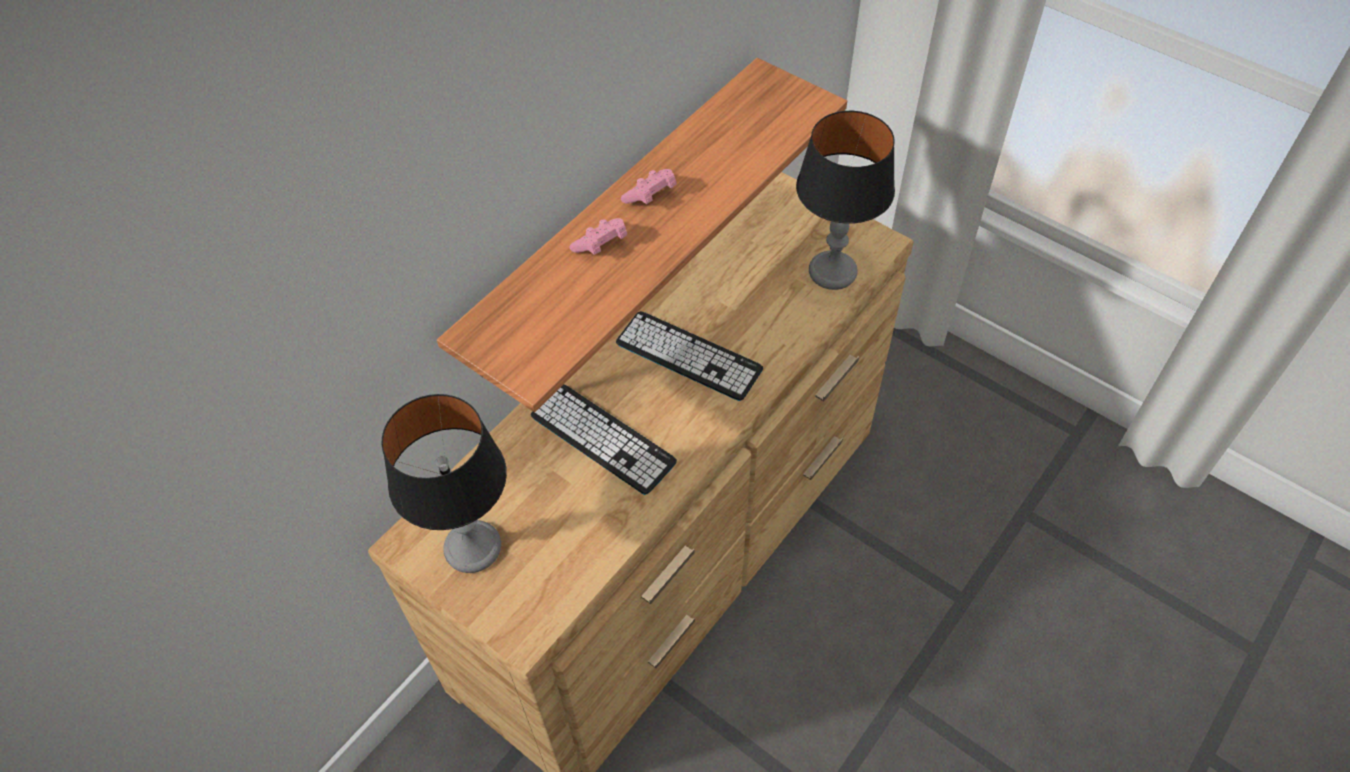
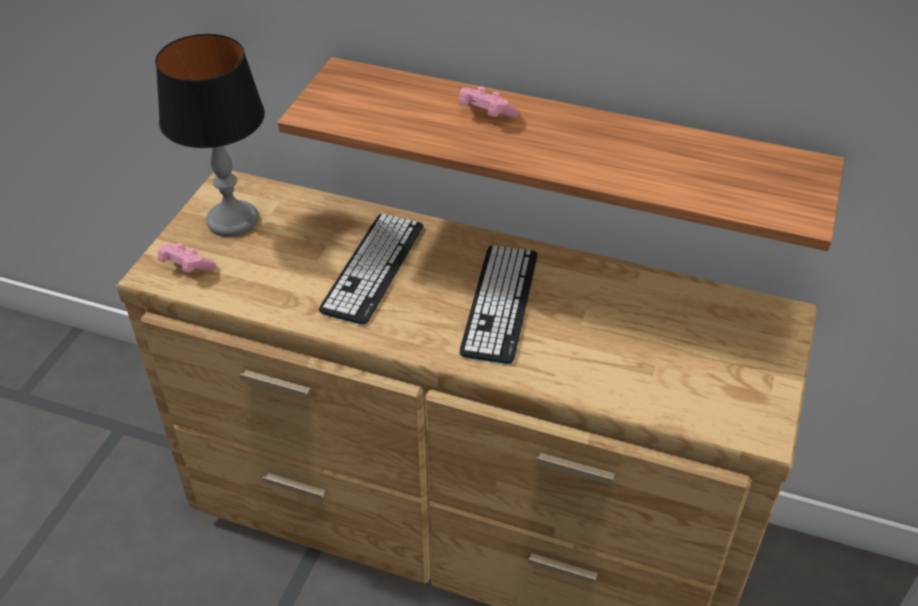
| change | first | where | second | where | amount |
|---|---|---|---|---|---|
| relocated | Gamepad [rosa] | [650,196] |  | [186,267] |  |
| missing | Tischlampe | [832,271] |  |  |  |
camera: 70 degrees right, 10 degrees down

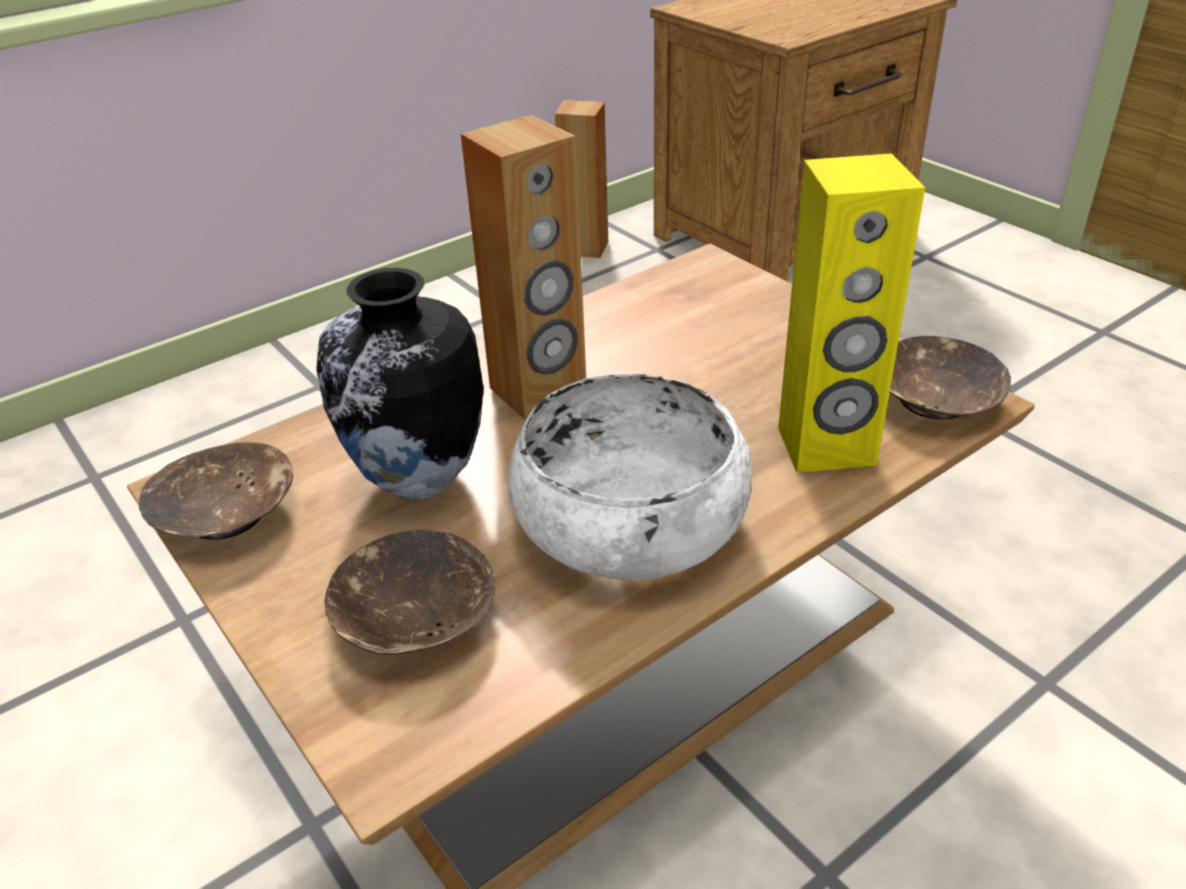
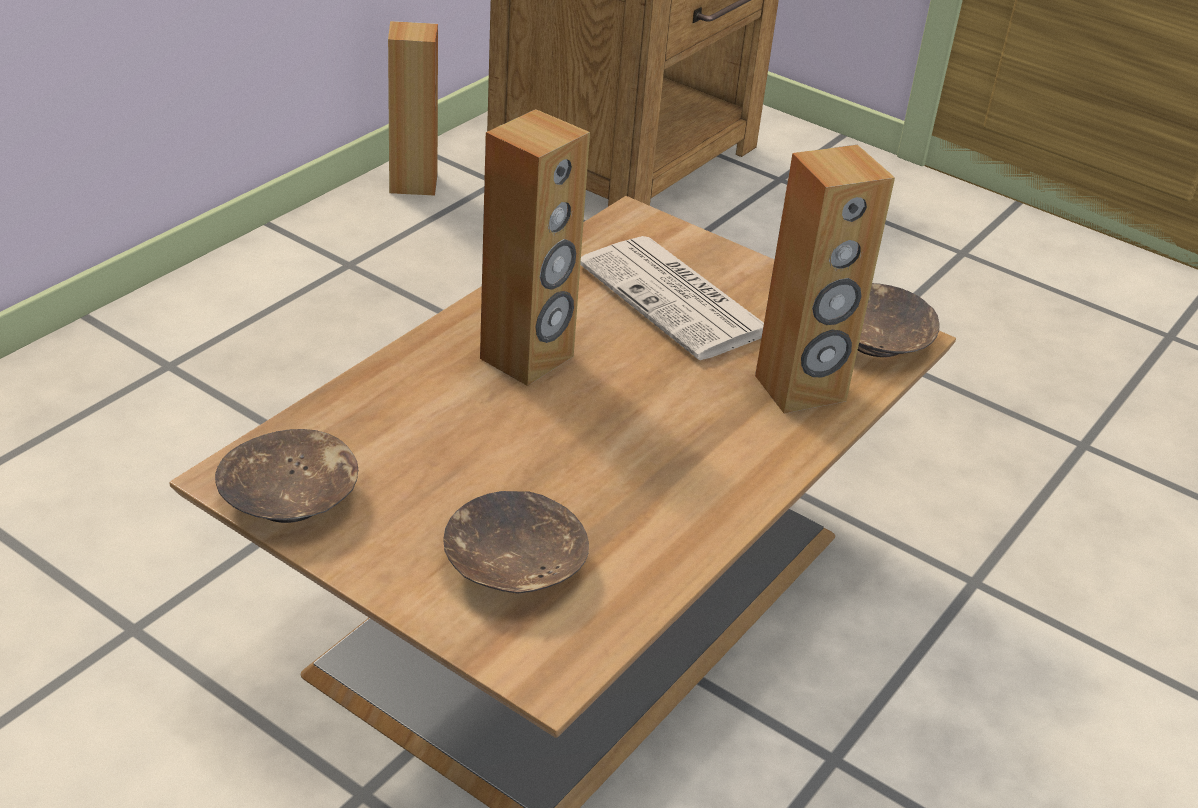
| change | first | where | second | where | amount |
|---|---|---|---|---|---|
| appeared |  |  | Zeitung | [678,300] |  |
| colour | Lautsprecher [gelb] | [826,447] | Lautsprecher [braun] | [801,389] |  |
| missing | Vase | [419,482] |  |  |  |
| missing | Schüssel [weiß] | [629,522] |  |  |  |
camera: 20 degrees left, 0 degrees up

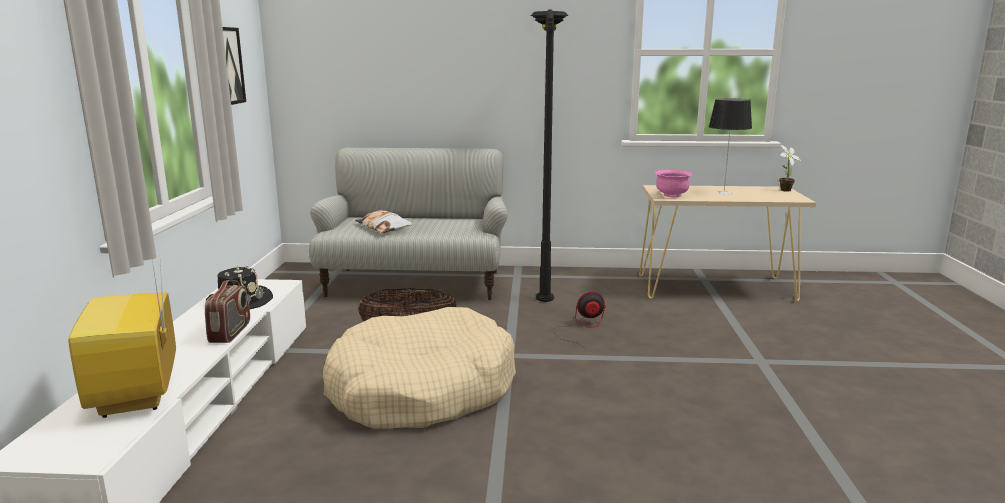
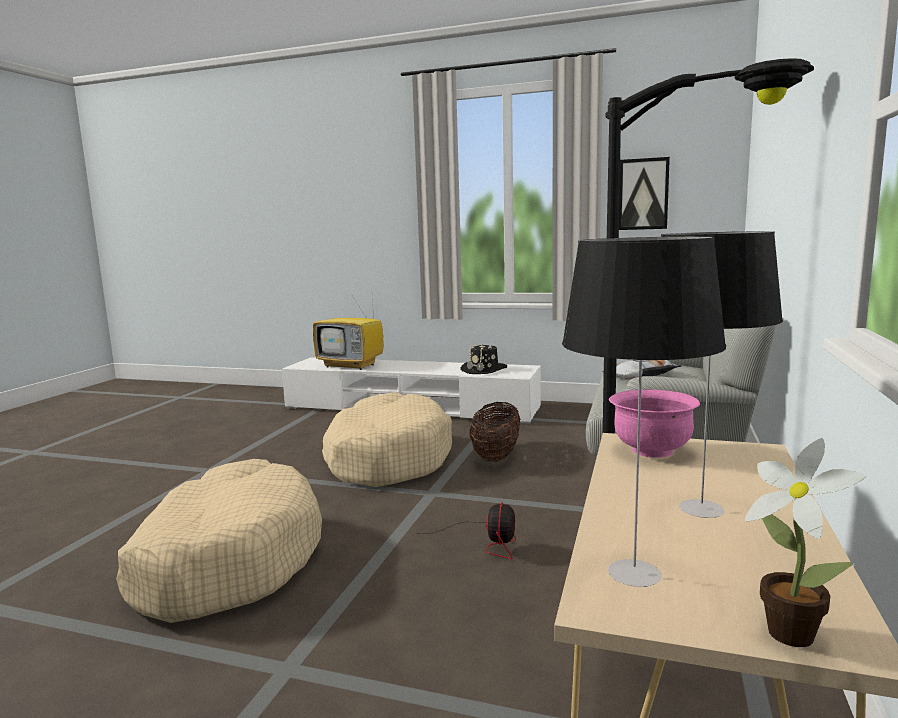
| change | first | where | second | where | amount |
|---|---|---|---|---|---|
| appeared |  |  | Hundebett [beige] | [227,560] |  |
| spun | Fernseher | [138,395] |  | [352,365] | 150 degrees counterclockwise |
| appeared |  |  | Tischlampe | [632,573] |  |
| missing | Radio | [230,332] |  |  |  |
camera: 105 degrees right, 5 degrees down

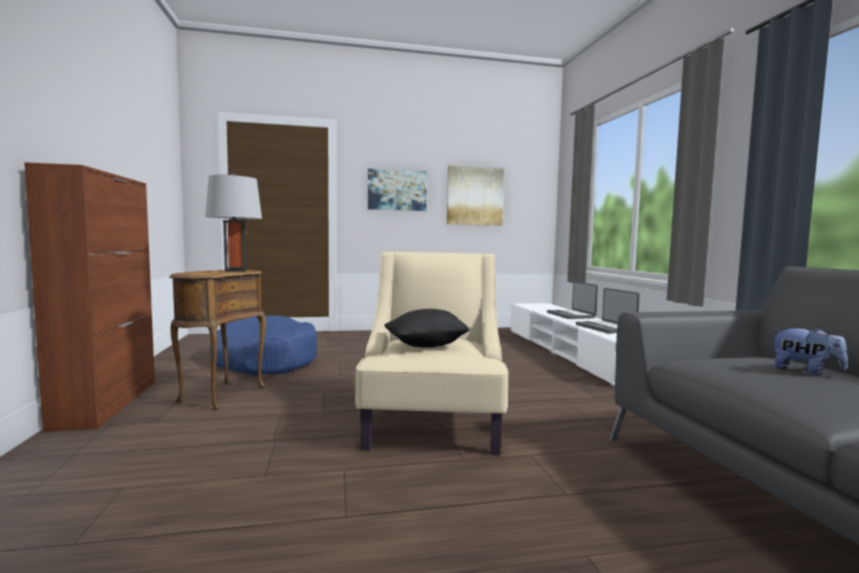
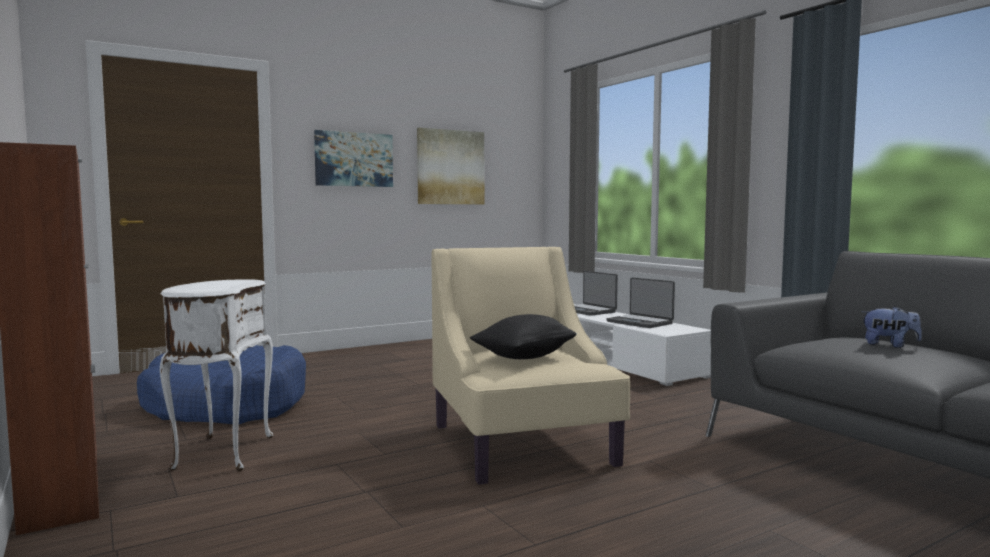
| change | first | where | second | where | amount |
|---|---|---|---|---|---|
| colour | Beistelltisch [braun] | [219,394] | Beistelltisch [weiß] | [220,453] |  |
| missing | Tischlampe [grau] | [235,271] |  |  |  |
camera: 20 degrees left, 0 degrees up

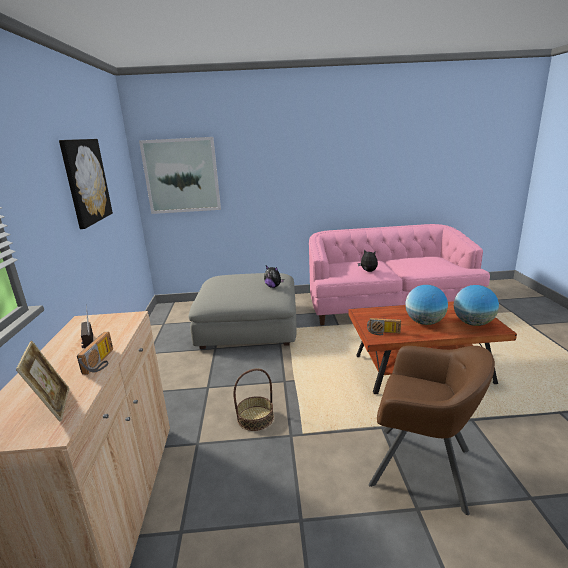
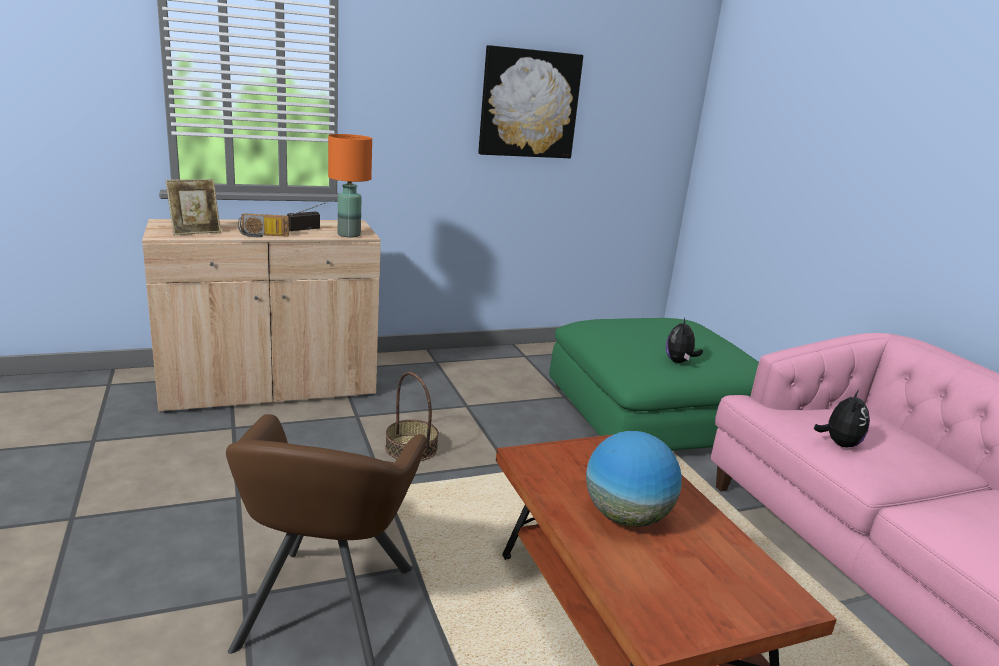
| change | first | where | second | where | amount |
|---|---|---|---|---|---|
| appeared |  |  | Tischlampe [orange] | [349,235] |  |
| colour | Polsterhocker [grau] | [248,325] | Polsterhocker [grün] | [653,414] |  |
| missing | Bild | [181,176] |  |  |  |
| missing | Radio | [383,333] |  |  |  |
| missing | Globus | [473,323] |  |  |  |
camera: 70 degrees right, 0 degrees up

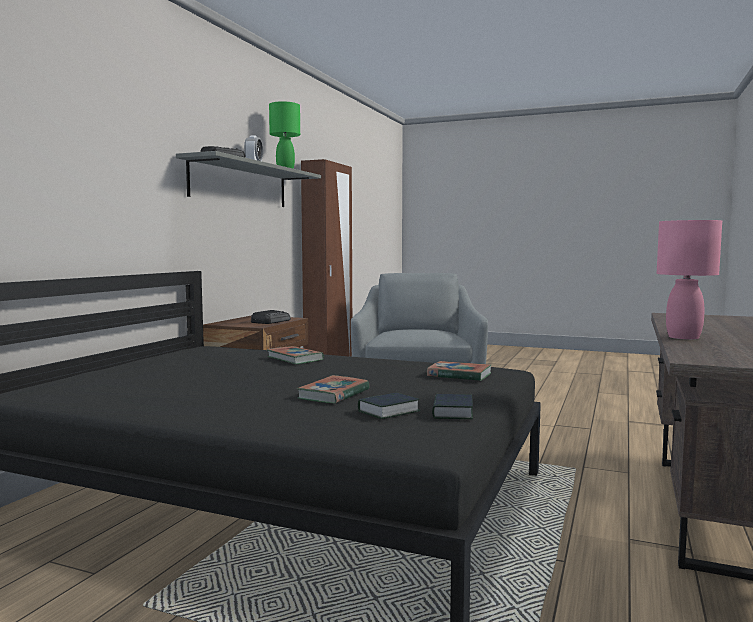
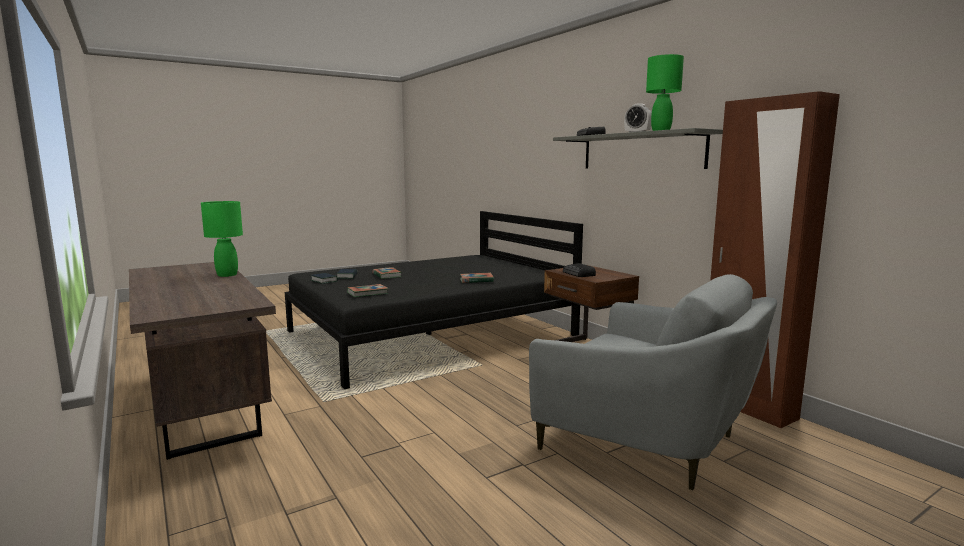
| change | first | where | second | where | amount |
|---|---|---|---|---|---|
| colour | Tischlampe [rosa] | [683,337] | Tischlampe [grün] | [227,275] |  |
camera: 125 degrees right, 5 degrees up

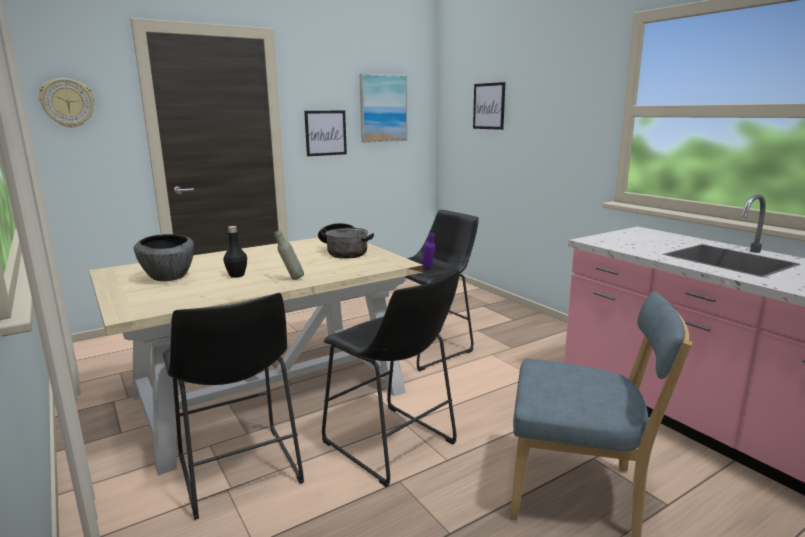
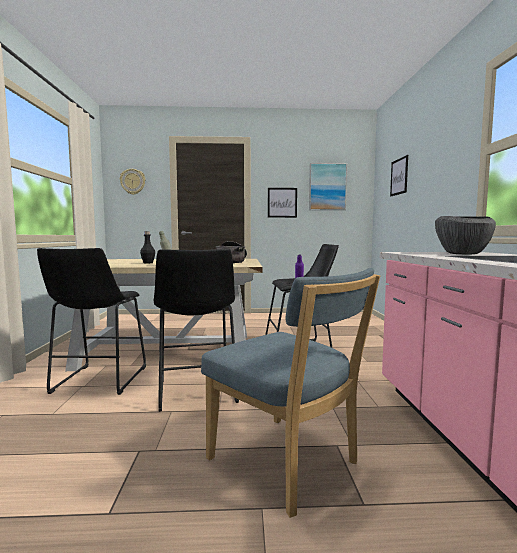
| change | first | where | second | where | amount |
|---|---|---|---|---|---|
| relocated | Schüssel | [168,278] |  | [462,254] |  |
camera: 30 degrees right, 10 degrees down

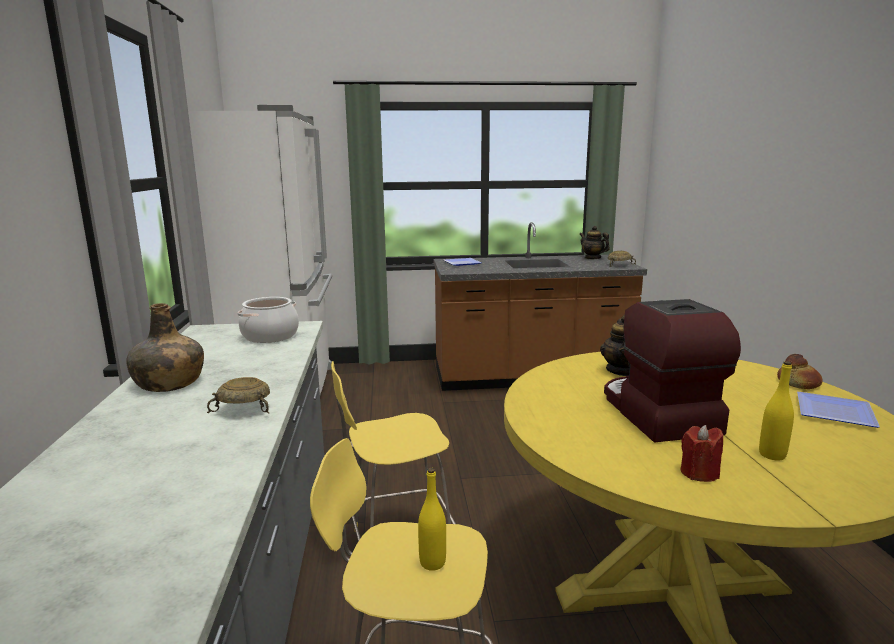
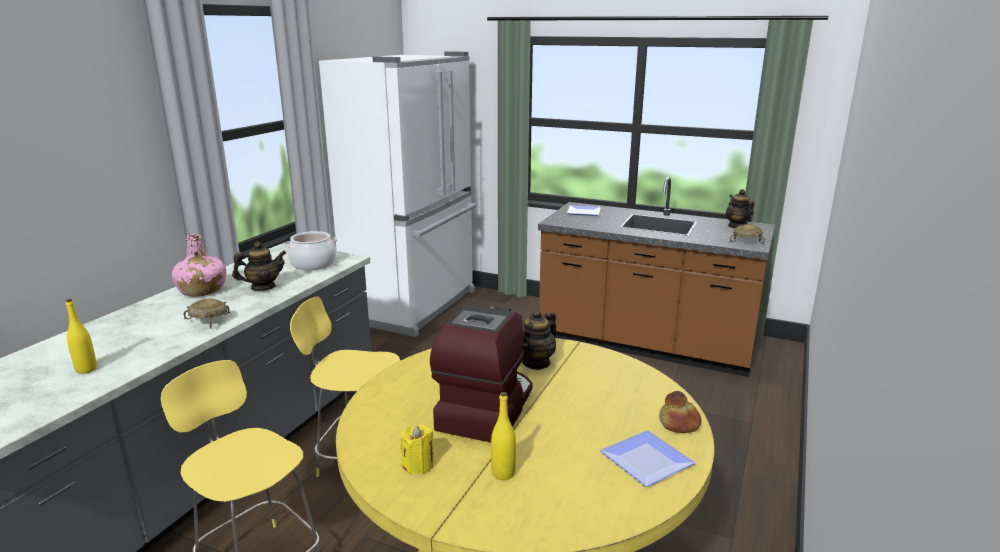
| change | first | where | second | where | amount |
|---|---|---|---|---|---|
| relocated | Flasche [gelb] | [432,562] |  | [86,369] |  |
| colour | Flasche [grün] | [169,383] | Flasche [rosa] | [201,290] |  |
| appeared |  |  | Teekanne | [263,287] |  |
| colour | Kerze [rot] | [699,473] | Kerze [gelb] | [418,465] |  |
camera: 30 degrees right, 5 degrees up

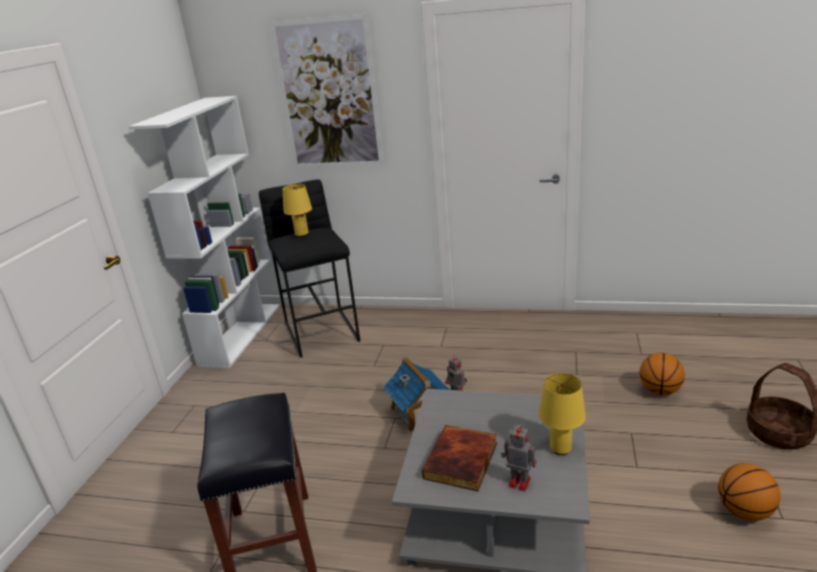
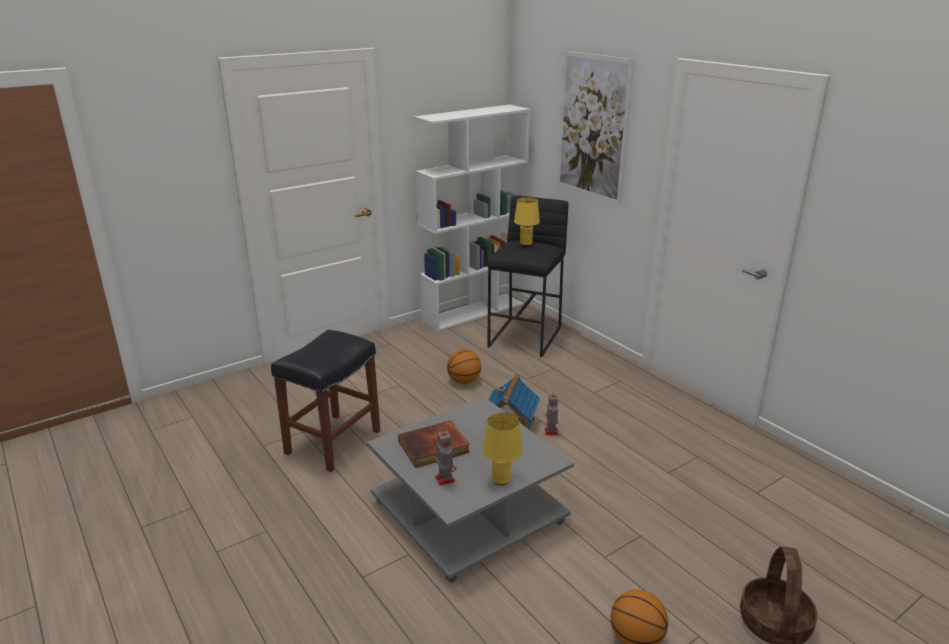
| change | first | where | second | where | amount |
|---|---|---|---|---|---|
| relocated | Basketball | [660,391] |  | [464,381] |  |
camera: 40 degrees right, 0 degrees up

